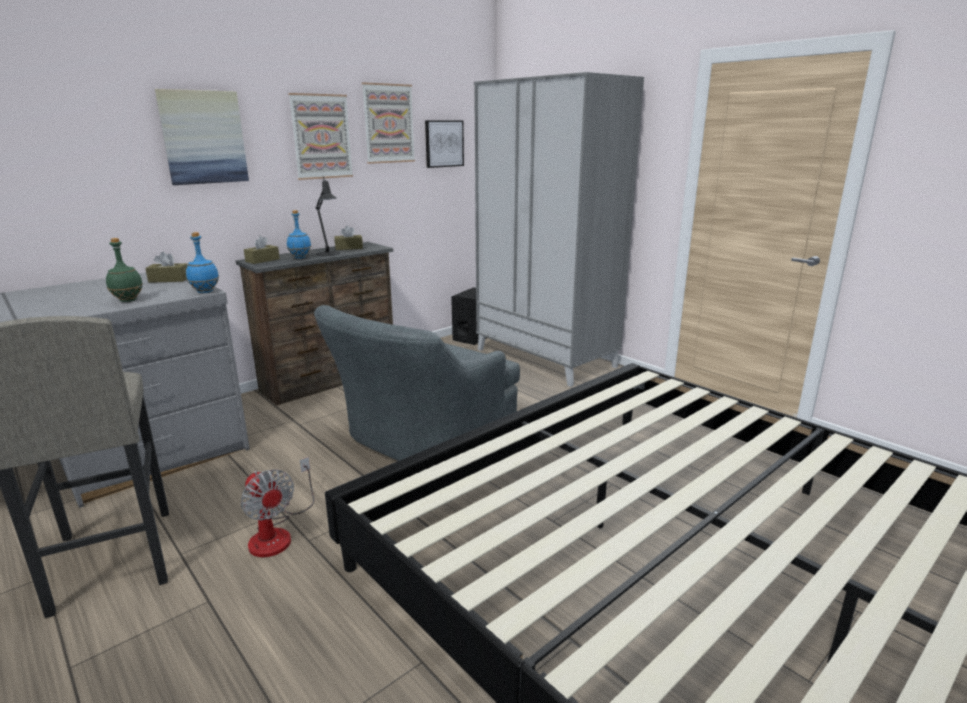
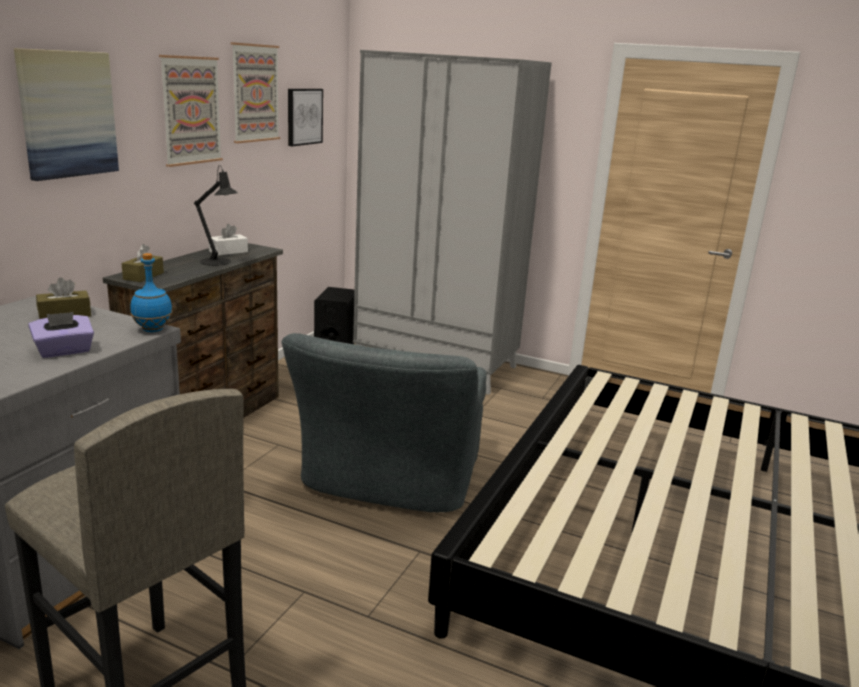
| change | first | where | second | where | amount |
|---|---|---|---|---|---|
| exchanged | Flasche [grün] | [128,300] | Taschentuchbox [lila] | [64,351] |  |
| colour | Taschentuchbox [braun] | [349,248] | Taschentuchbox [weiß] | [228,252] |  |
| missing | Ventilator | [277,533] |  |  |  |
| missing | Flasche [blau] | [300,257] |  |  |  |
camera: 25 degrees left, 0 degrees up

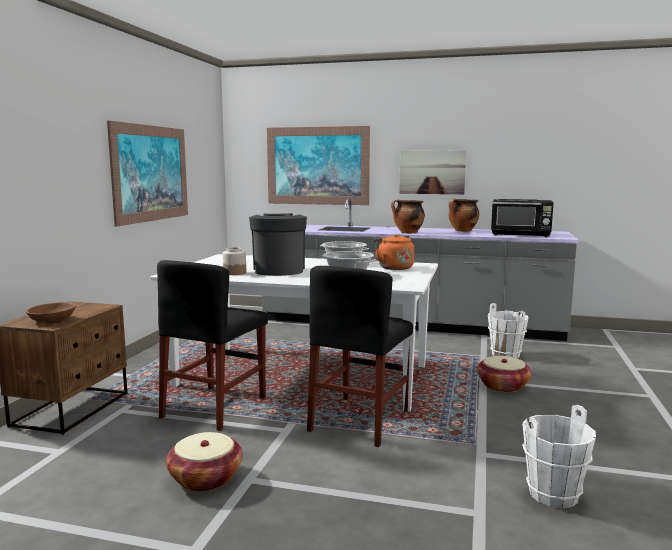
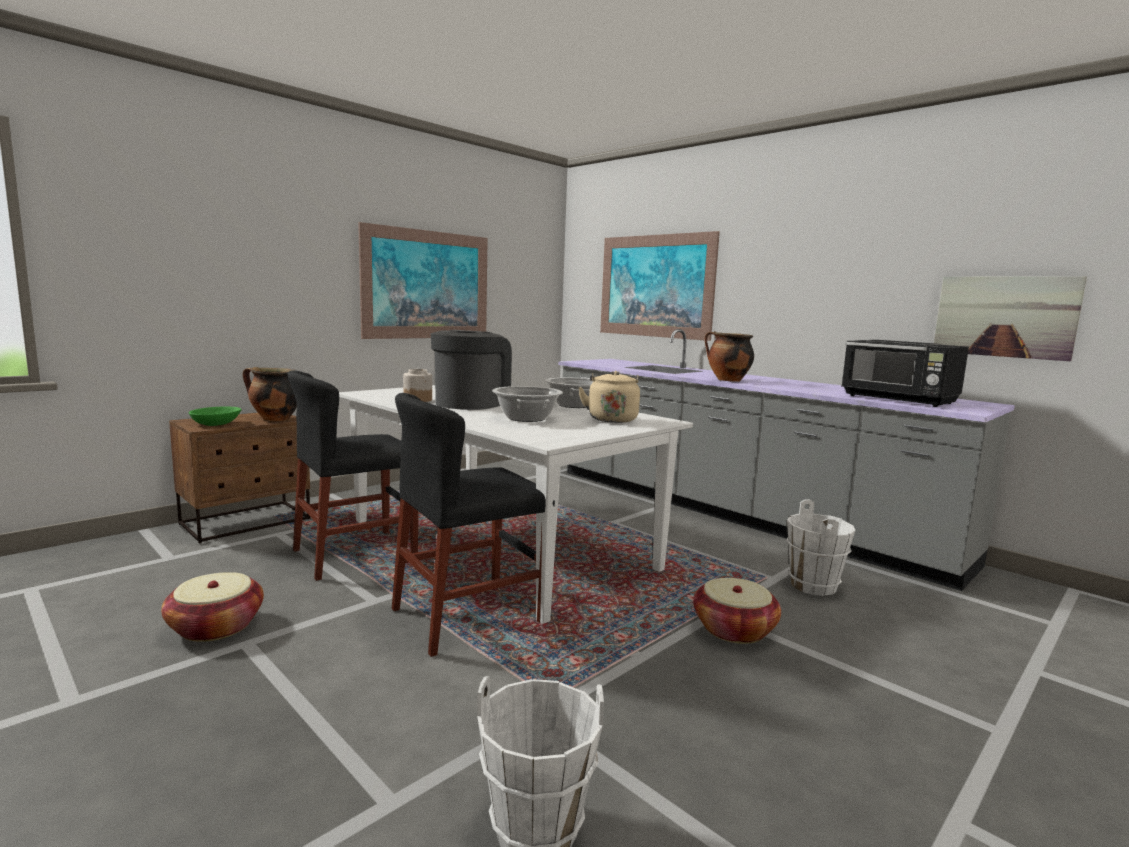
| change | first | where | second | where | amount |
|---|---|---|---|---|---|
| colour | Schüssel [braun] | [52,320] | Schüssel [grün] | [216,424] |  |
| relocated | Kochtopf | [462,231] |  | [274,419] |  |
| colour | Wasserkessel [orange] | [393,267] | Wasserkessel [beige] | [611,419] |  |
| relocated | Bild | [432,172] |  | [1004,316] |  |
camera: 30 degrees right, 0 degrees up

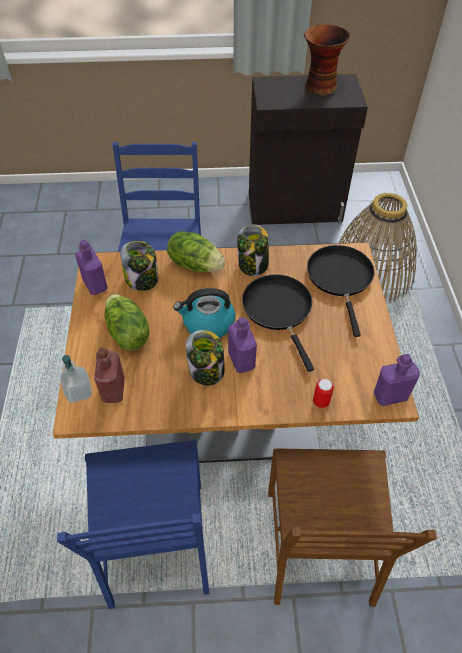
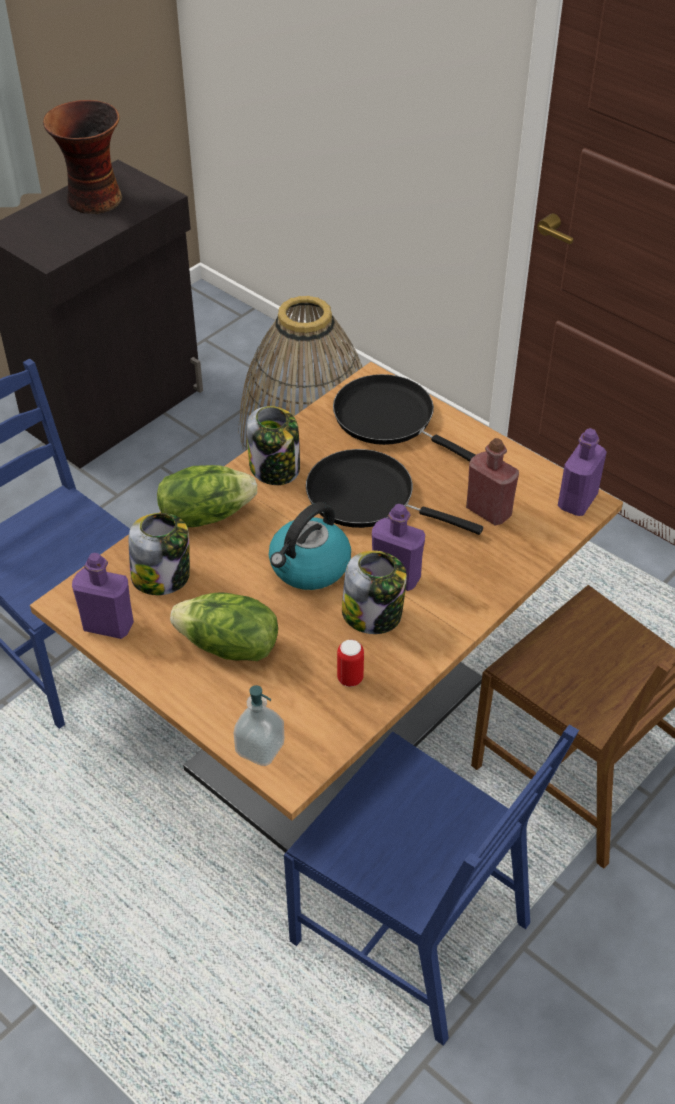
| change | first | where | second | where | amount |
|---|---|---|---|---|---|
| relocated | Dose | [321,402] |  | [350,678] |  |
| relocated | Flasche [rot] | [113,390] |  | [488,511] |  |
camera: 45 degrees left, 5 degrees down

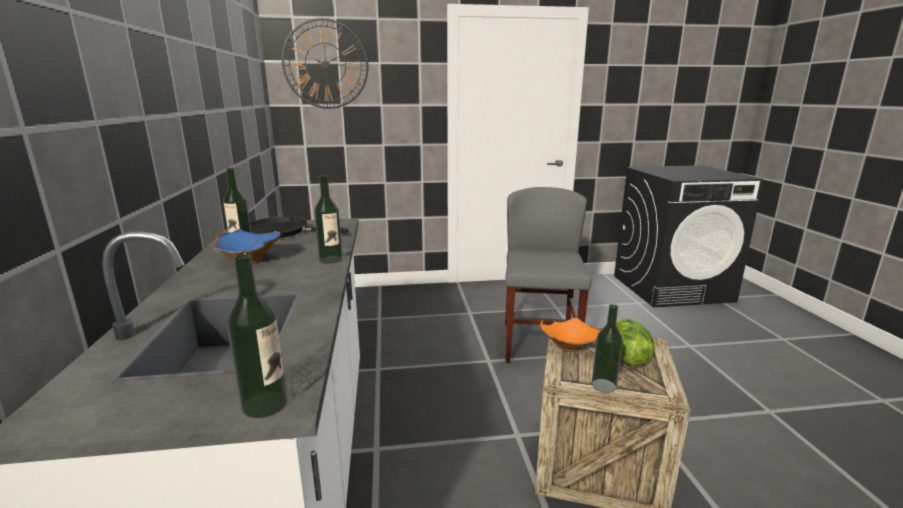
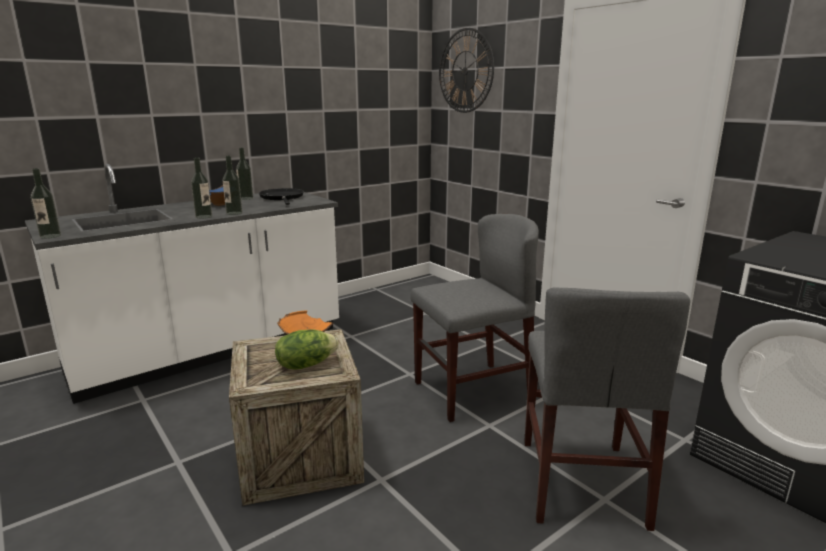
| change | first | where | second | where | amount |
|---|---|---|---|---|---|
| relocated | Flasche | [603,385] |  | [204,216] |  |
| appeared |  |  | Stuhl [grau] | [581,481] |  |
camera: 60 degrees right, 0 degrees up

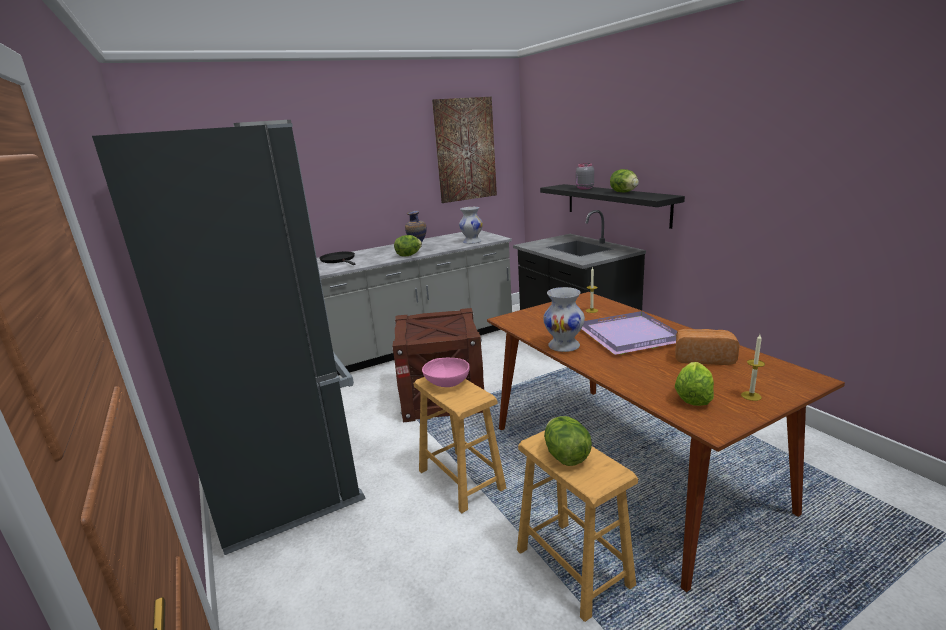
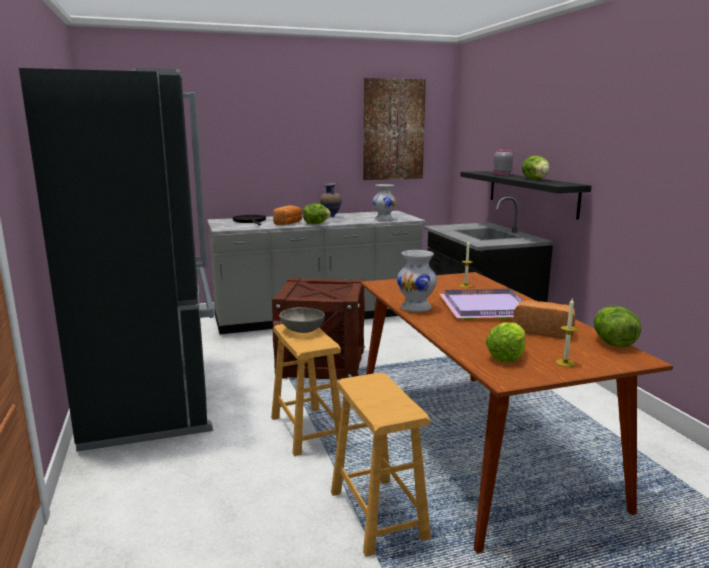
| change | first | where | second | where | amount |
|---|---|---|---|---|---|
| appeared |  |  | Brot | [289,223] |  |
| colour | Schüssel [rosa] | [447,383] | Schüssel [grau] | [302,330] |  |
| relocated | Salatkopf | [566,456] |  | [613,343] |  |
camera: 10 degrees right, 5 degrees down

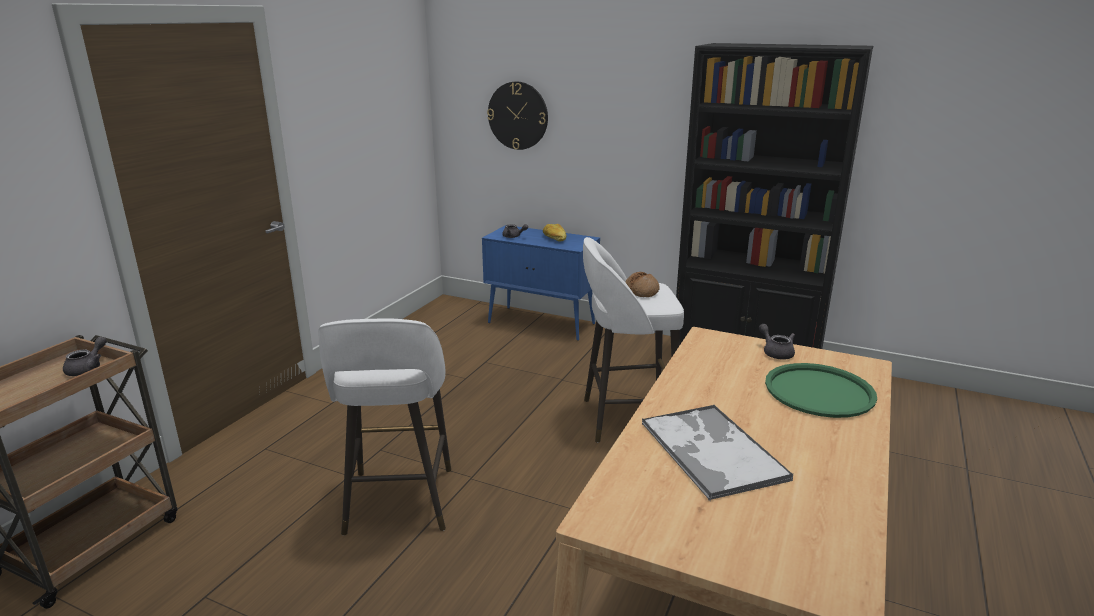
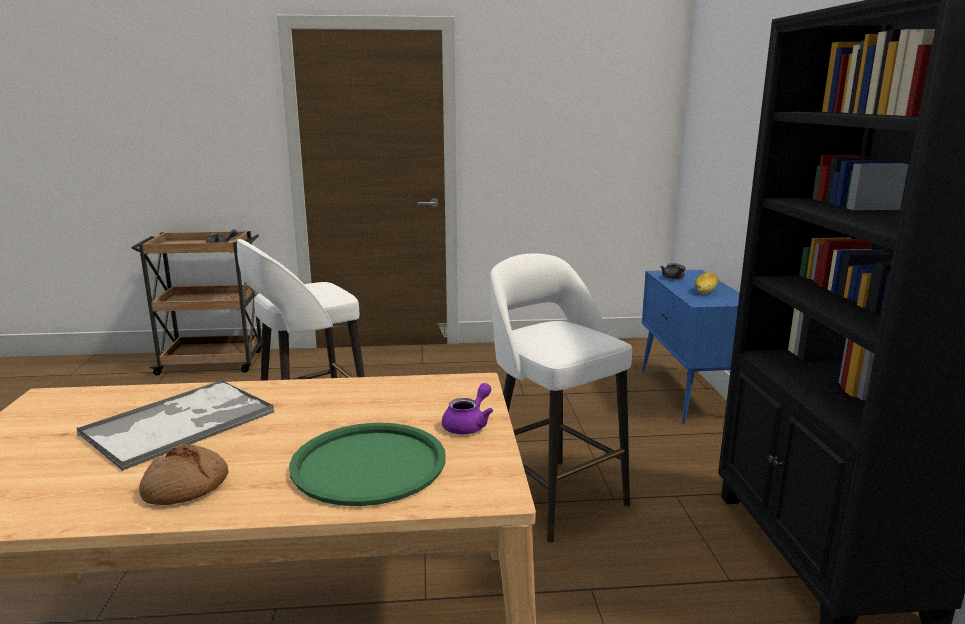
| change | first | where | second | where | amount |
|---|---|---|---|---|---|
| relocated | Brot | [642,291] |  | [186,487] |  |
| colour | Teekanne [grau] | [775,352] | Teekanne [lila] | [469,425] |  |
| missing | Wanduhr | [518,115] |  |  |  |
camera: 60 degrees right, 5 degrees down

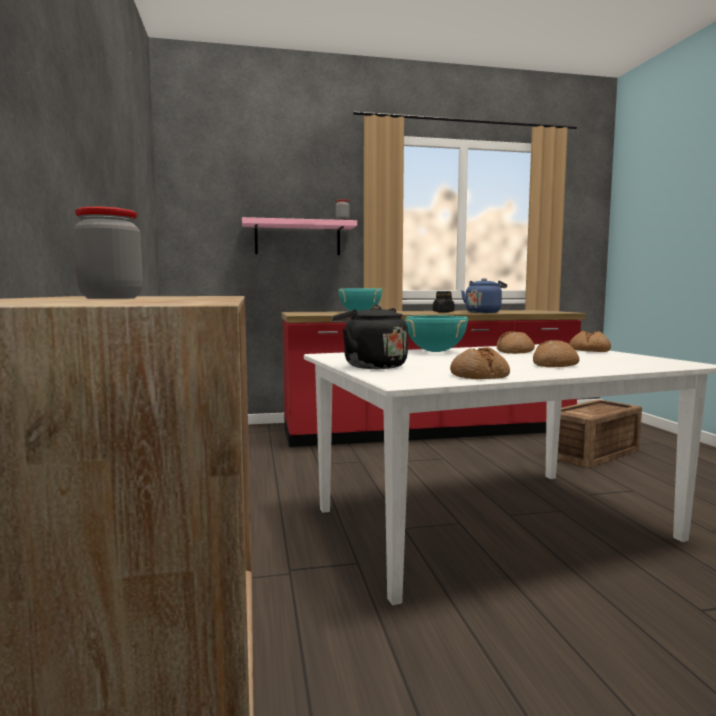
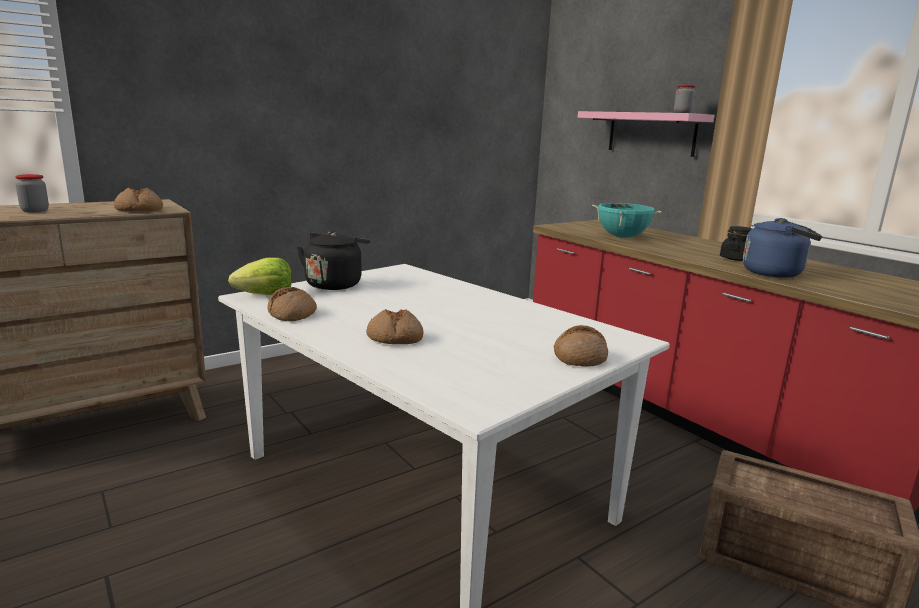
| change | first | where | second | where | amount |
|---|---|---|---|---|---|
| relocated | Brot | [515,352] |  | [139,210] |  |
| appeared |  |  | Salatkopf | [265,295] |  |
| missing | Kochtopf [türkis] | [435,351] |  |  |  |
camera: 65 degrees right, 10 degrees up

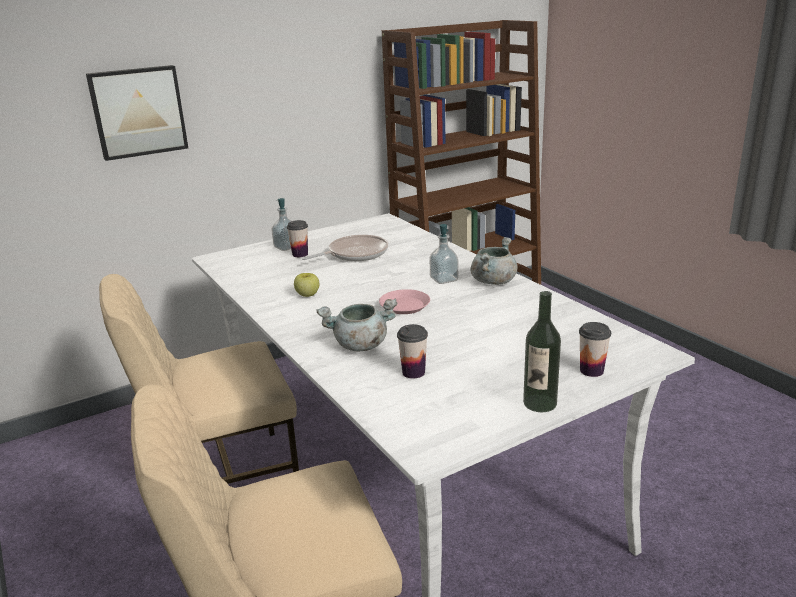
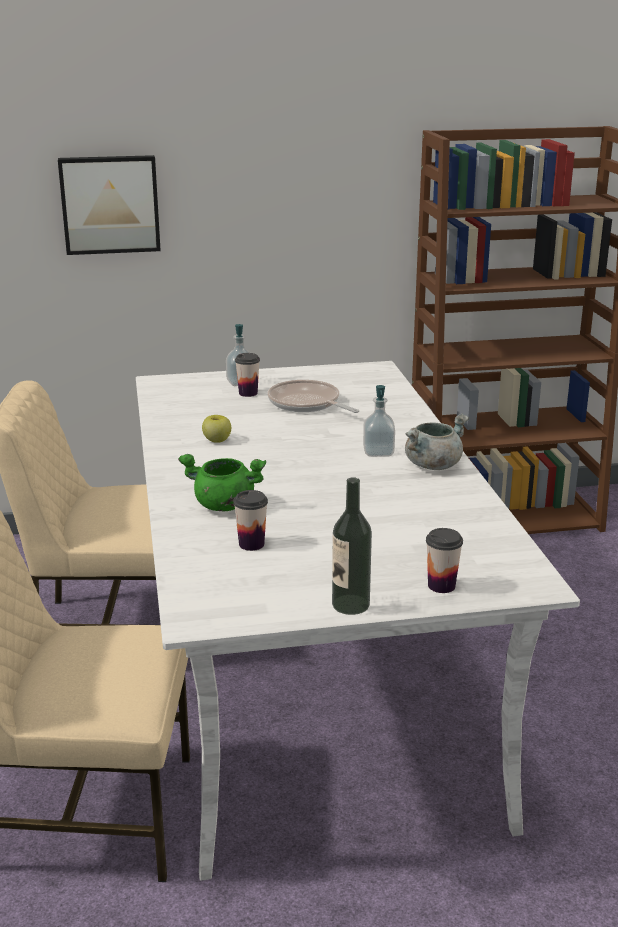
| change | first | where | second | where | amount |
|---|---|---|---|---|---|
| colour | Kochtopf [grau] | [360,345] | Kochtopf [grün] | [223,505] |  |
| spun | Pfanne | [354,254] |  | [307,404] | 120 degrees counterclockwise |
| missing | Teller [rosa] | [404,306] |  |  |  |
camera: 20 degrees right, 0 degrees up

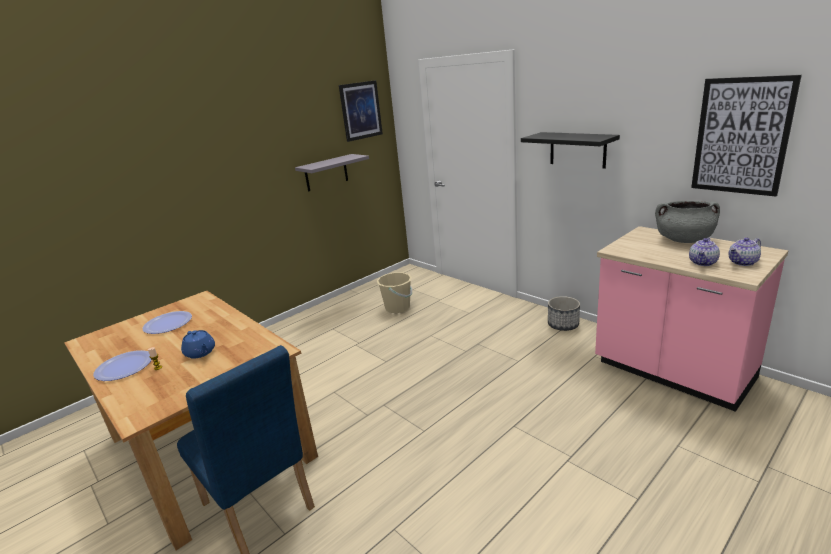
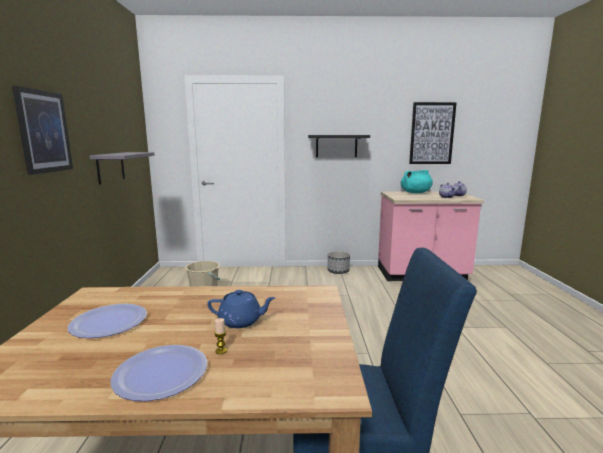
| change | first | where | second | where | amount |
|---|---|---|---|---|---|
| relocated | Bild | [360,110] |  | [44,131] |  |
| colour | Kochtopf [grau] | [683,240] | Kochtopf [türkis] | [415,193] |  |
camera: 50 degrees left, 10 degrees down

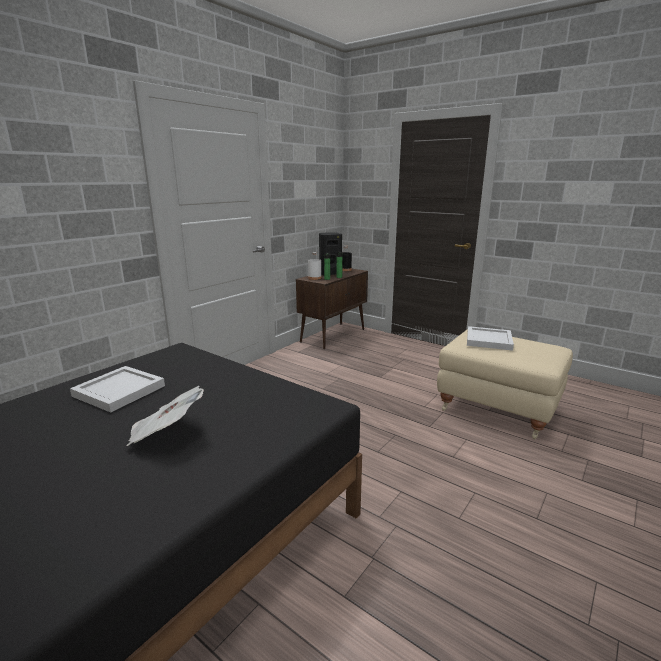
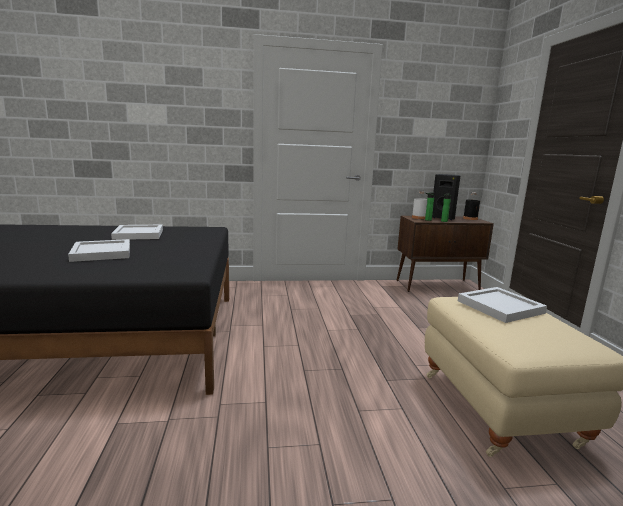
| change | first | where | second | where | amount |
|---|---|---|---|---|---|
| exchanged | Zeitung | [166,433] | Tablett [weiß] | [101,253] |  |
camera: 45 degrees right, 5 degrees down

